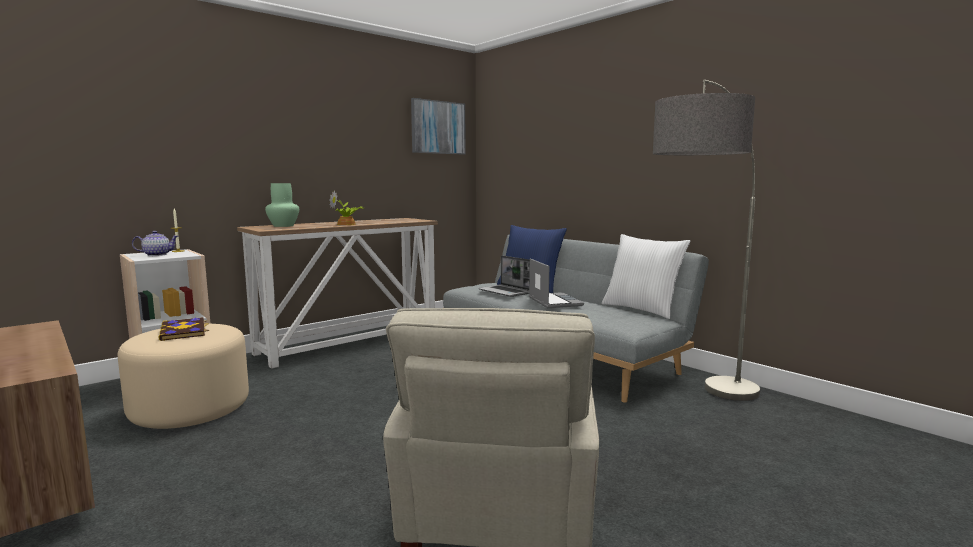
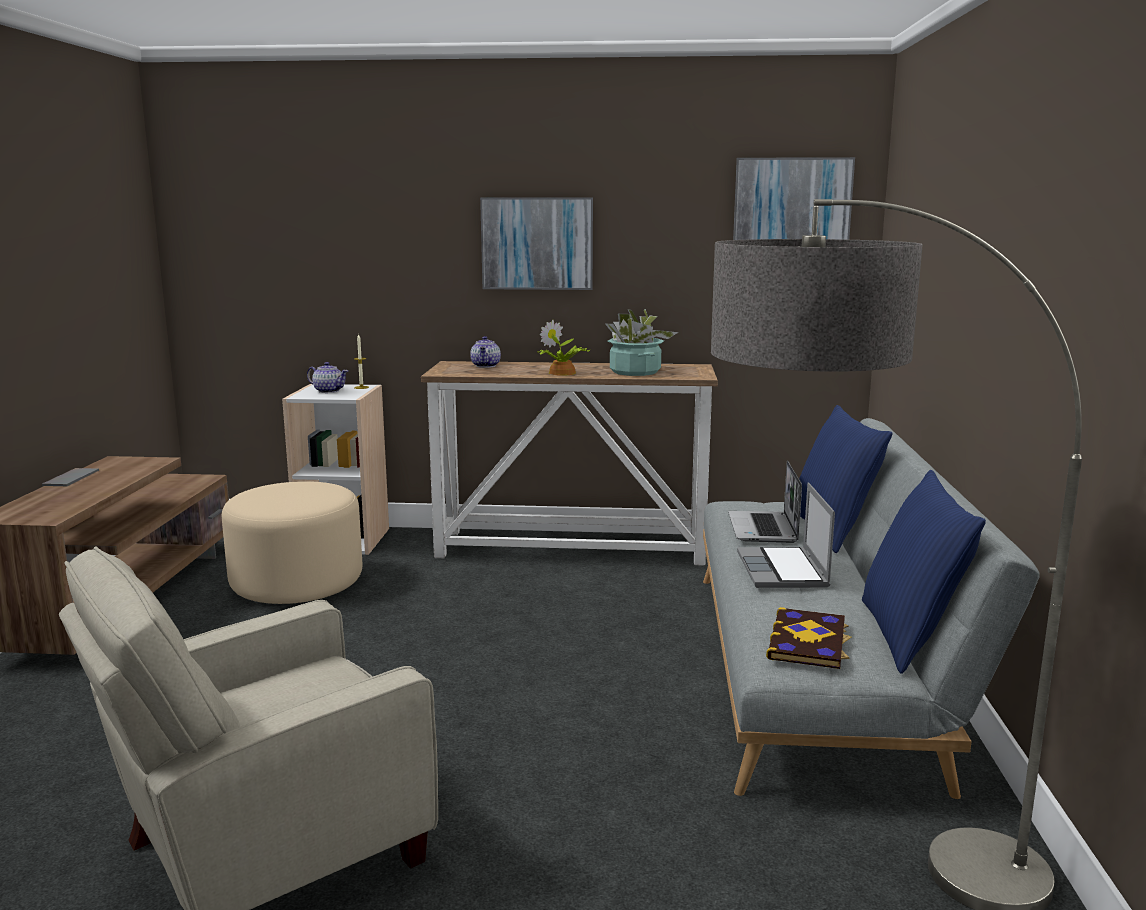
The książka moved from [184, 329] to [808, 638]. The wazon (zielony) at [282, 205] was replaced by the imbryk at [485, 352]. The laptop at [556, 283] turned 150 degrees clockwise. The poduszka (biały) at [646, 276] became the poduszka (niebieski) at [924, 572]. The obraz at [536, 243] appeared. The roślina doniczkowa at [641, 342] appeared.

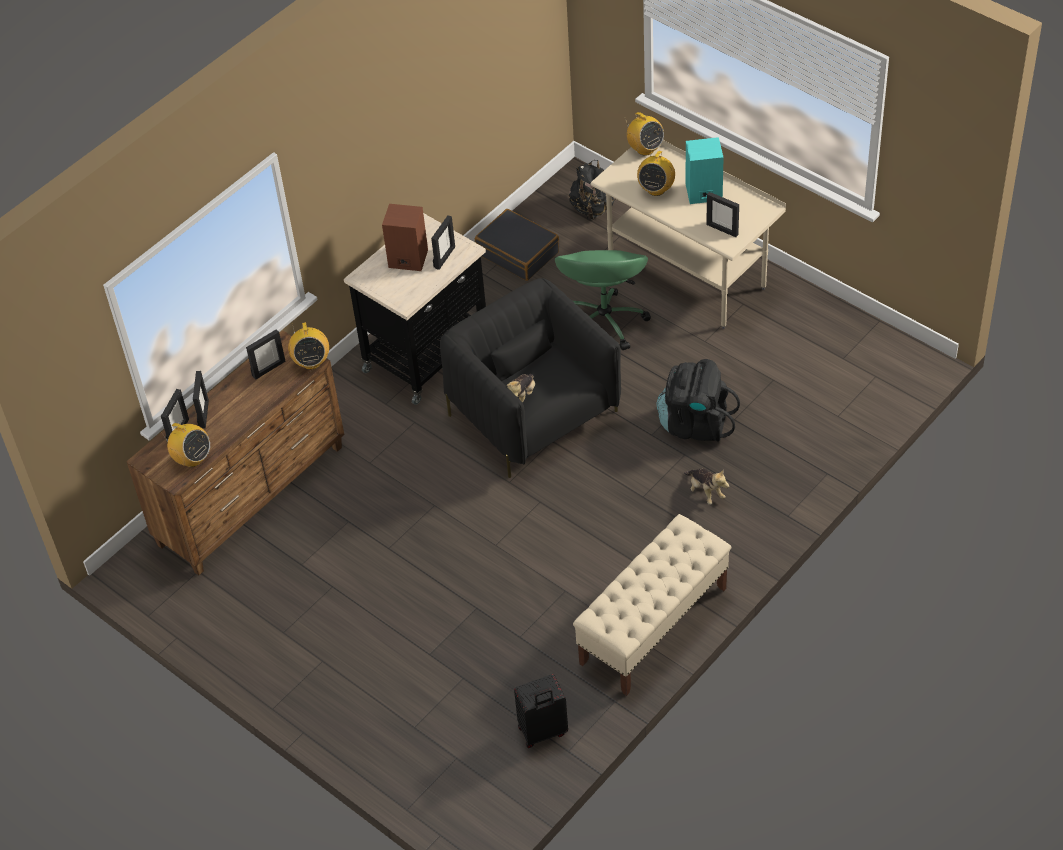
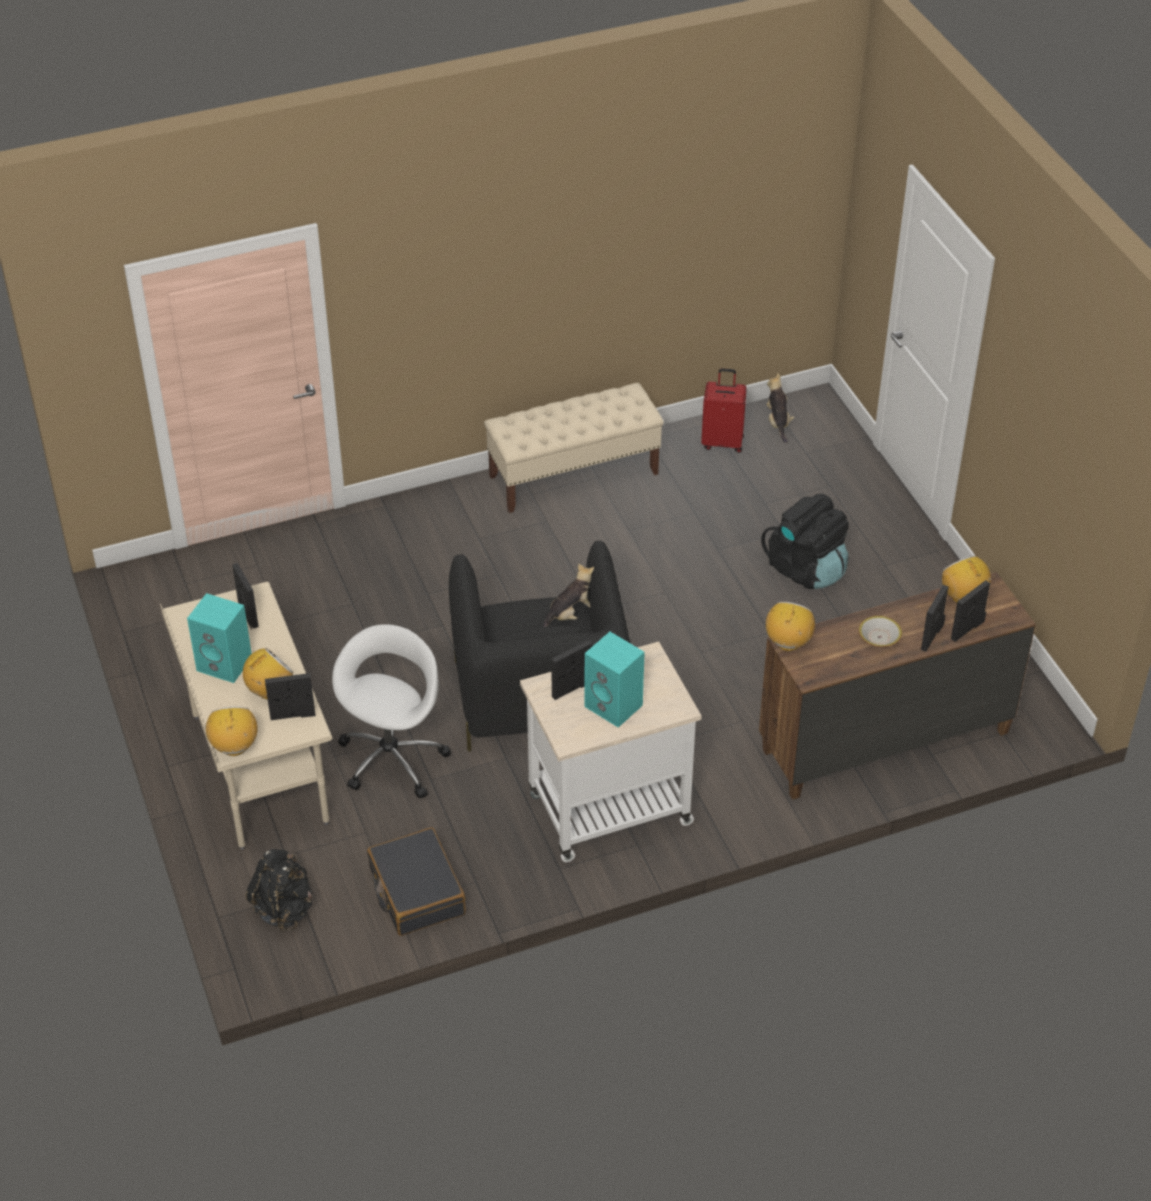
The ramka na zdjęcie moved from [266, 354] to [290, 696]. The wózek (czarny) at [415, 309] became the wózek (biały) at [610, 751]. The głośnik (brązowy) at [405, 237] became the głośnik (turkusowy) at [614, 680]. The walizka (czarny) at [541, 711] became the walizka (czerwony) at [724, 410]. The krzesło biurowe (zielony) at [603, 300] became the krzesło biurowe (biały) at [391, 711]. The plecak (czarny) moved from [698, 400] to [805, 541]. The pluszak moved from [706, 487] to [780, 408]. The miska at [880, 631] appeared.

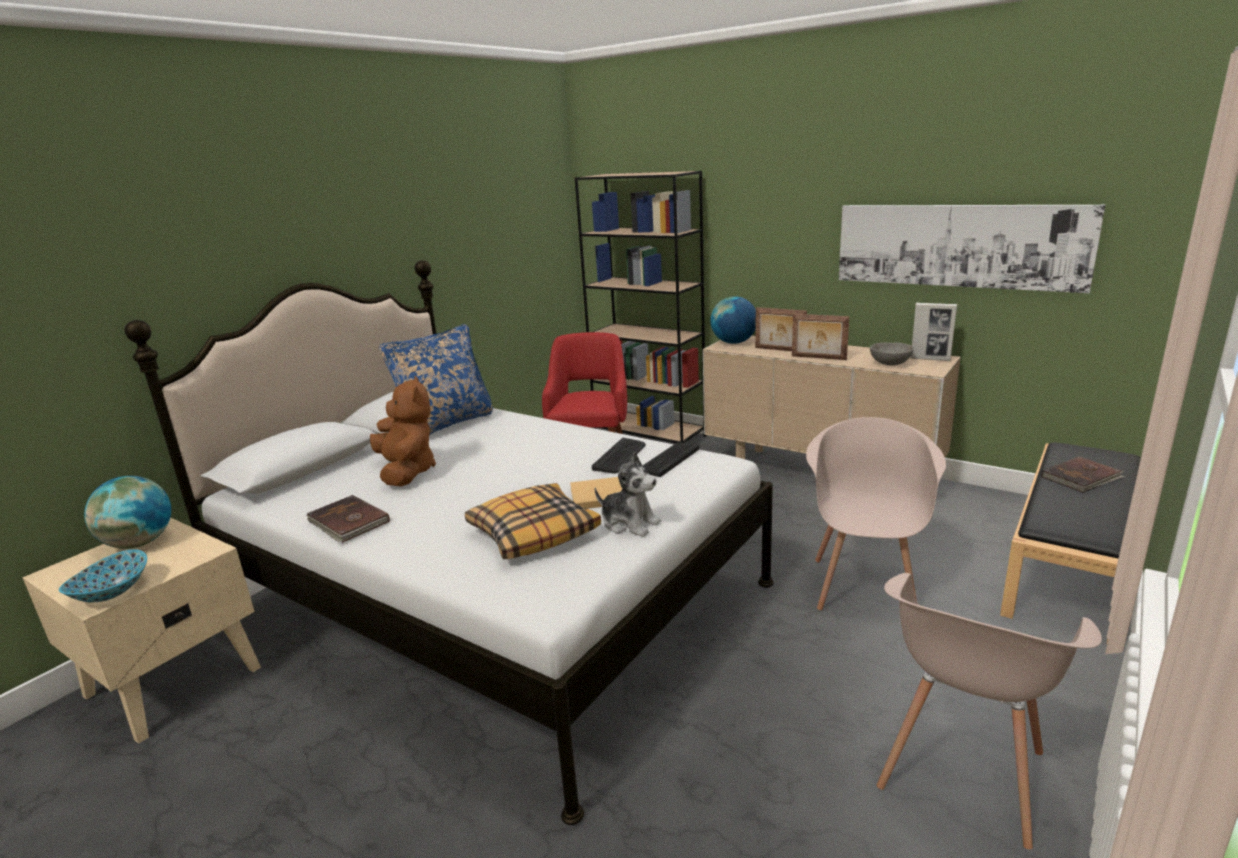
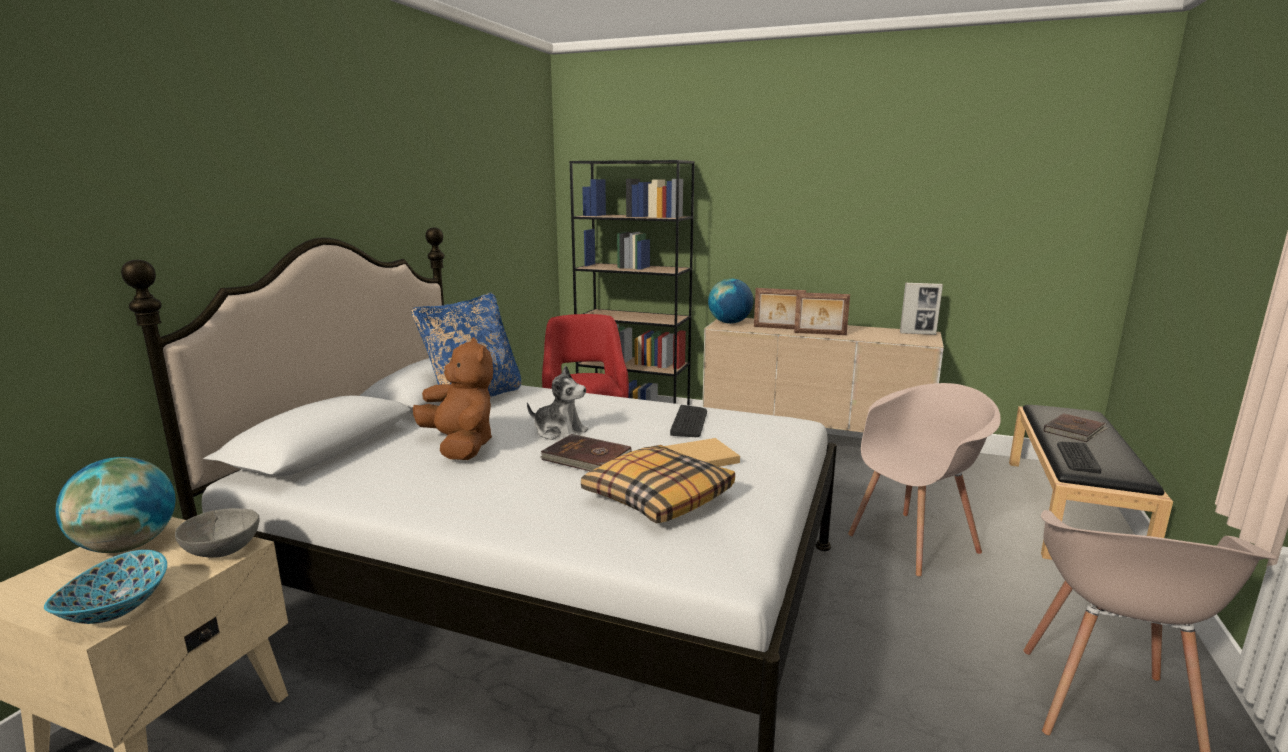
The książka (brązowy) moved from [348, 518] to [586, 452]. The pluszak moved from [628, 494] to [557, 403]. The klawiatura moved from [670, 460] to [1079, 458]. The krzesło (beżowy) at [876, 513] turned 60 degrees clockwise. The obraz at [972, 249] disappeared. The miska (szary) moved from [892, 354] to [217, 533].

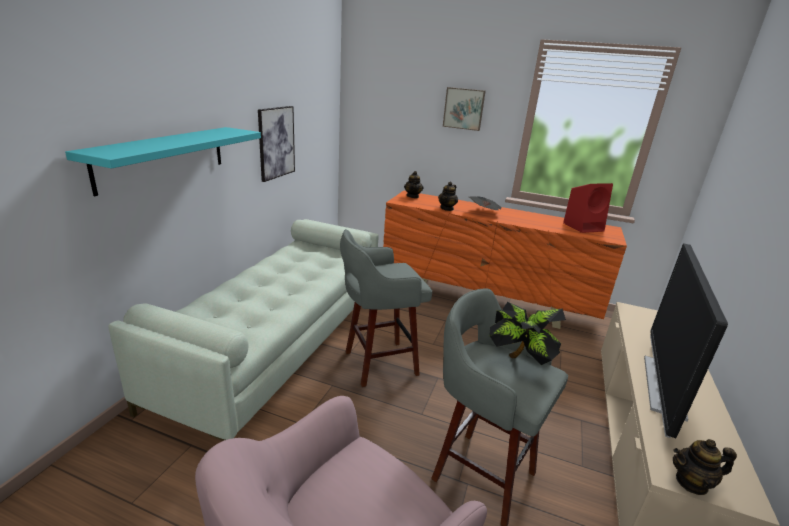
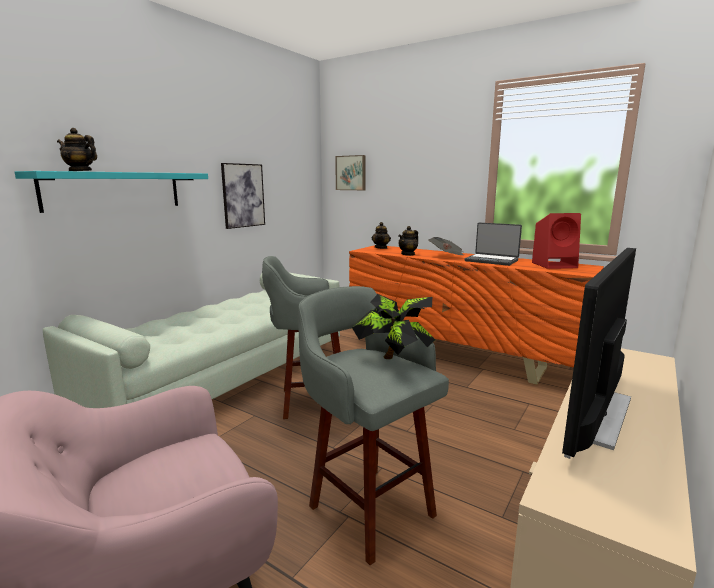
The obraz moved from [464, 109] to [350, 172]. The imbryk moved from [705, 467] to [77, 149]. The laptop at [493, 244] appeared.

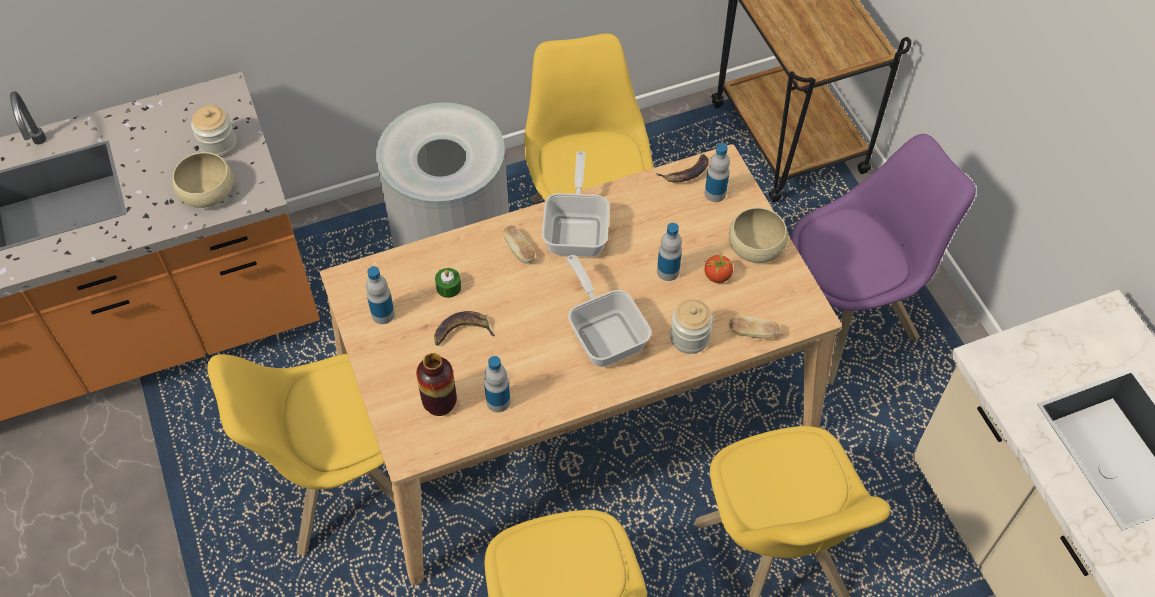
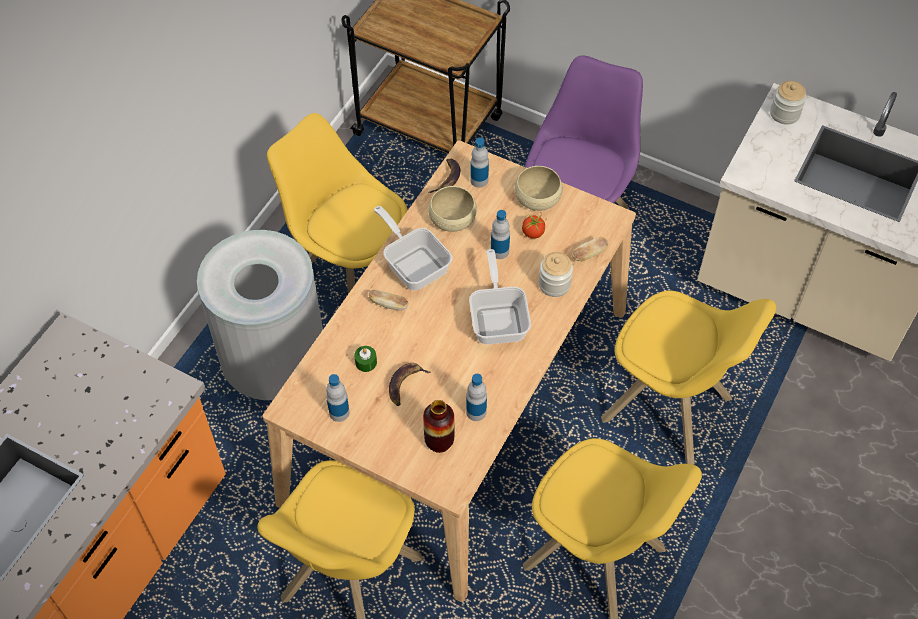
The miska (beżowy) moved from [203, 180] to [452, 209]. The słoik moved from [213, 131] to [788, 103]. The patelnia at [608, 311] turned 60 degrees clockwise.

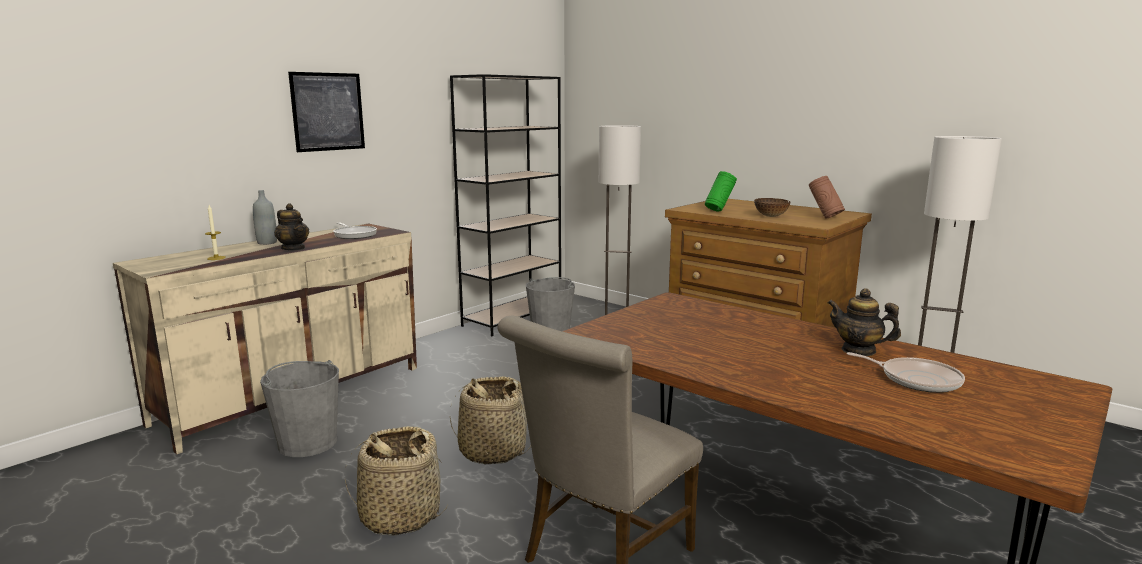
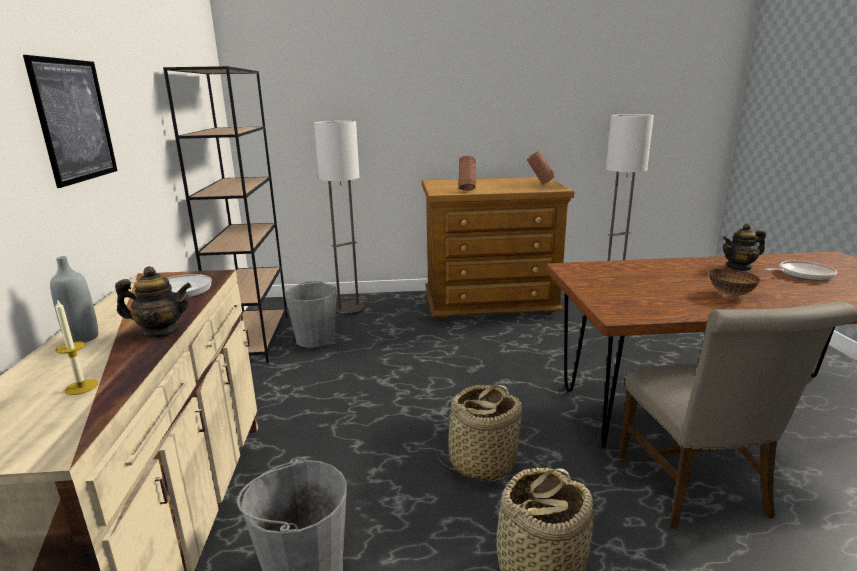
The wazon (zielony) at [721, 191] became the wazon (brązowy) at [467, 173]. The miska moved from [772, 207] to [734, 282].

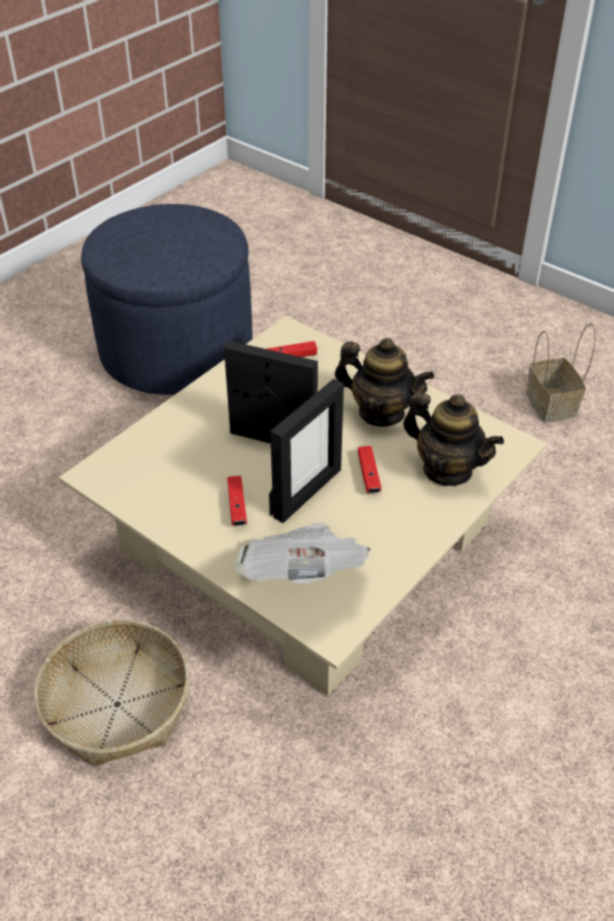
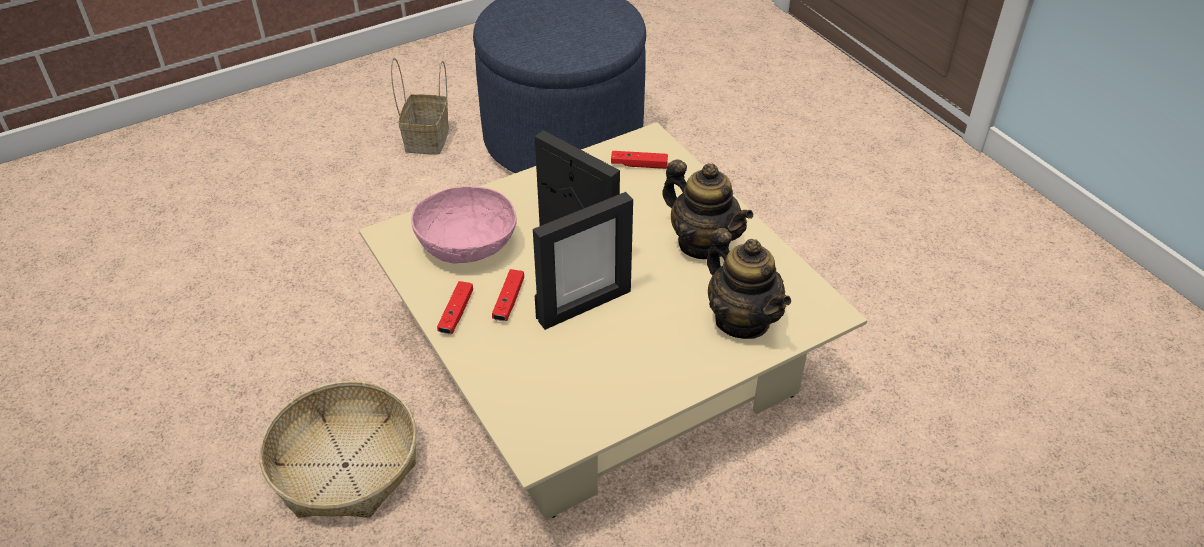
The gazeta at [302, 554] disappeared. The pad do gier (czerwony) moved from [369, 470] to [455, 307]. The koszyk moved from [561, 372] to [420, 106]. The miska (różowy) at [464, 225] appeared.

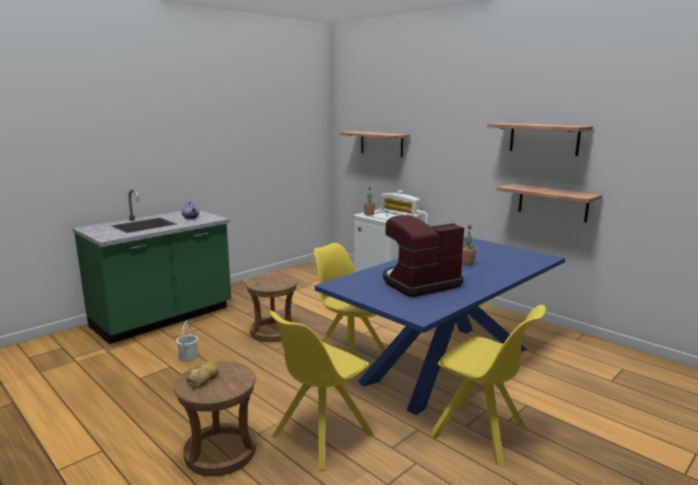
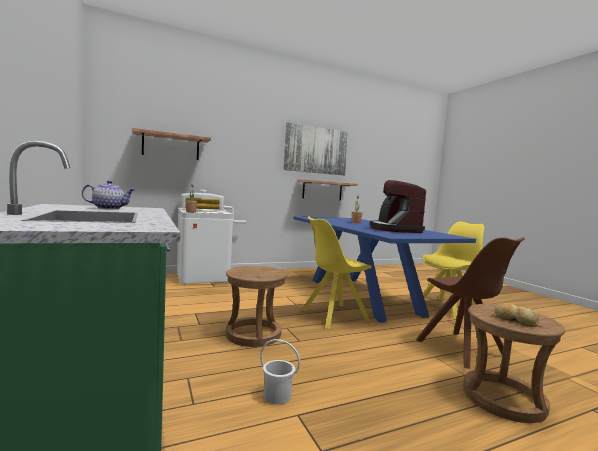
The krzesło (żółty) at [322, 390] became the krzesło (brązowy) at [470, 303]. The półka at [540, 139] was replaced by the obraz at [315, 149].

